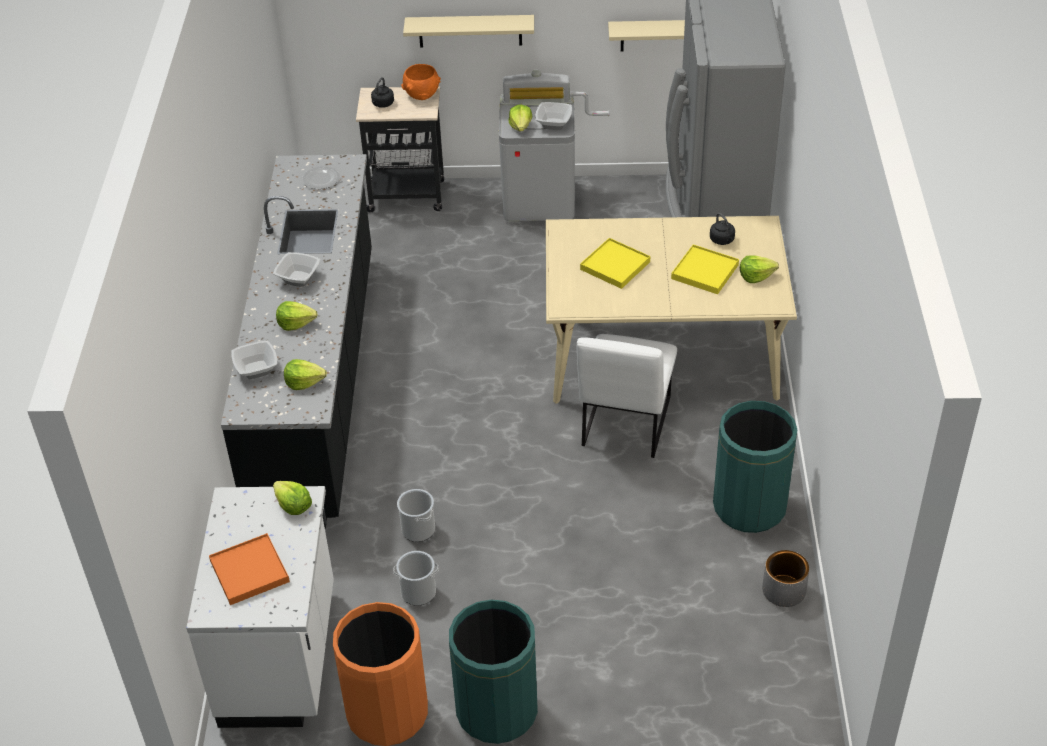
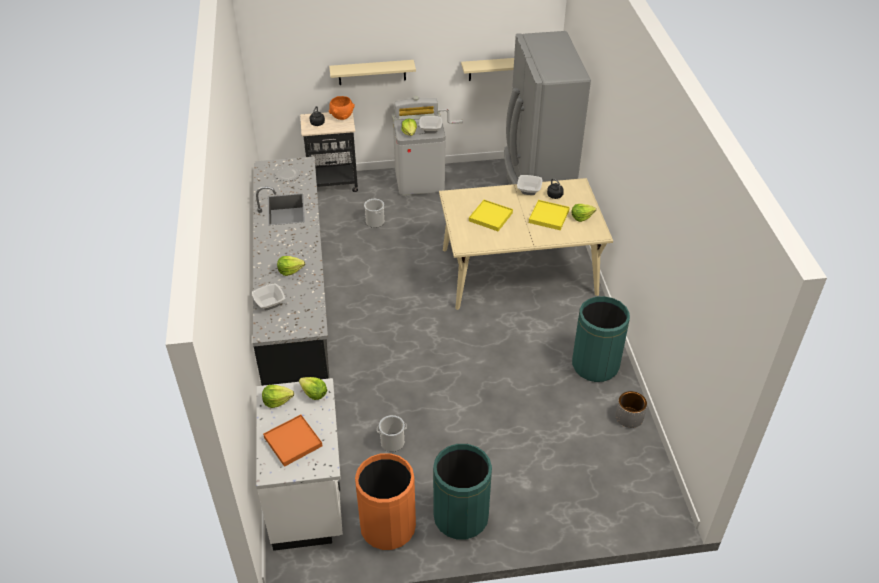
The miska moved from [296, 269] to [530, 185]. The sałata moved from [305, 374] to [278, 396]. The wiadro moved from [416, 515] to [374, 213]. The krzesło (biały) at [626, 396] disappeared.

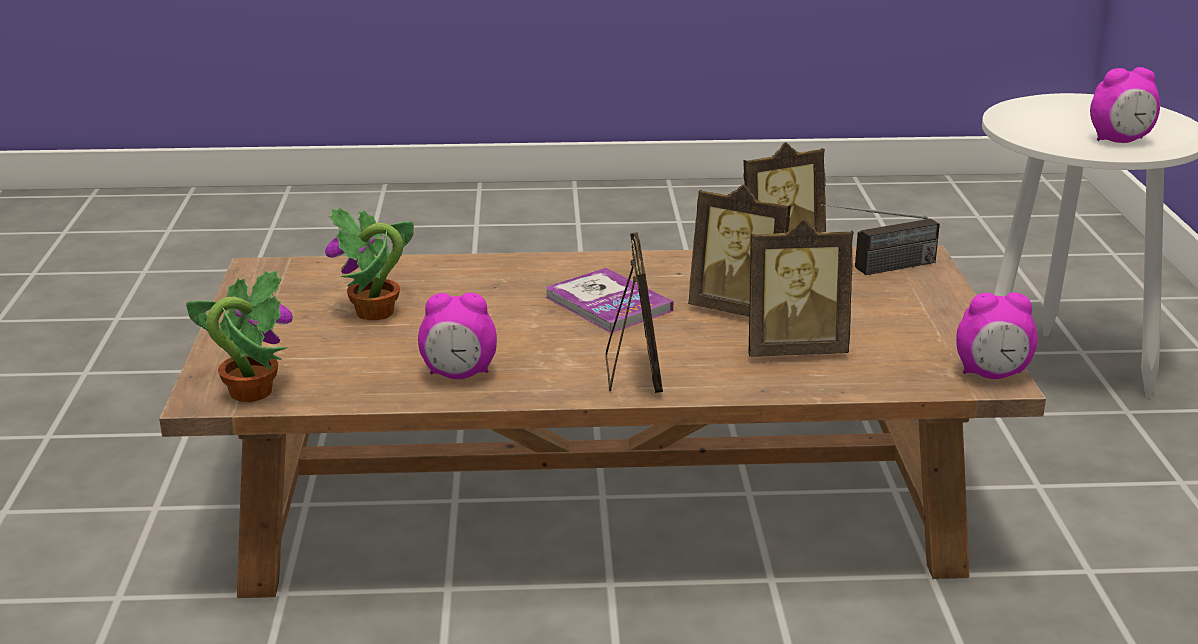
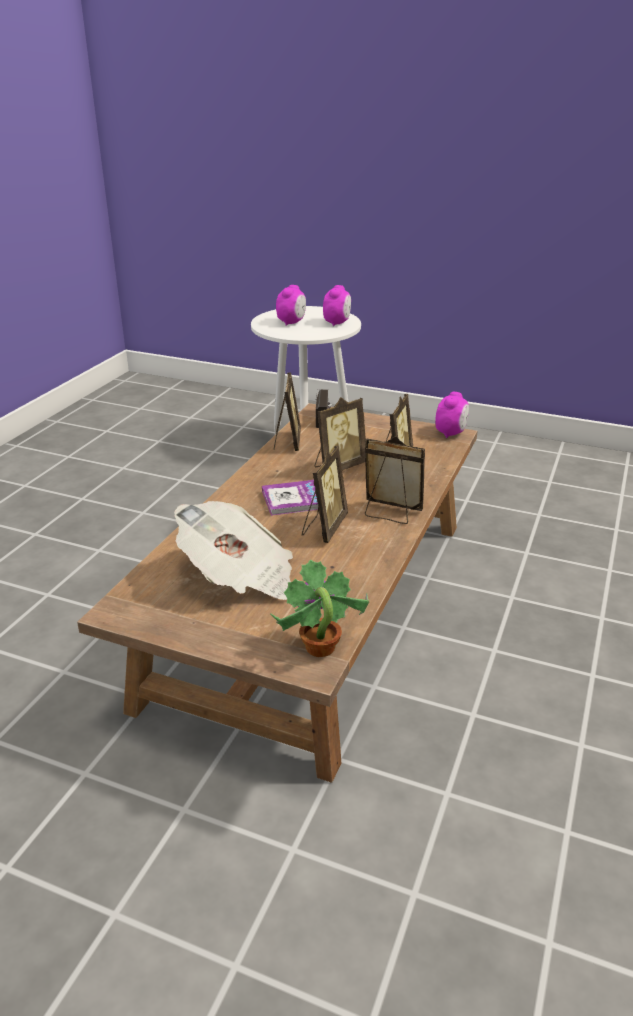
The roślina doniczkowa at [369, 263] was replaced by the gazeta at [233, 550]. The budzik moved from [457, 336] to [291, 305]. The ramka na zdjęcie at [325, 494] appeared.

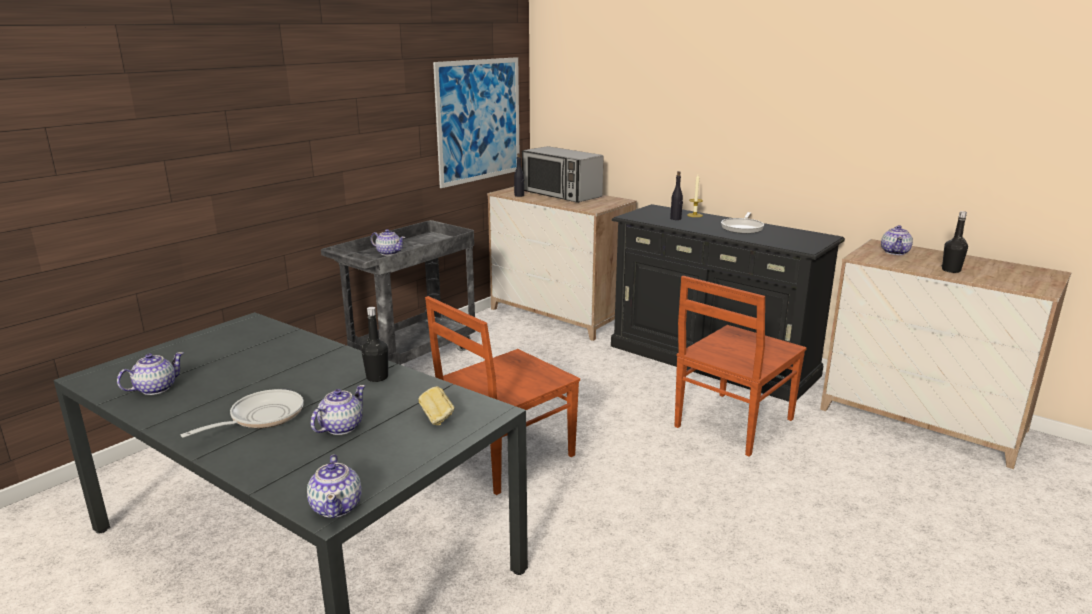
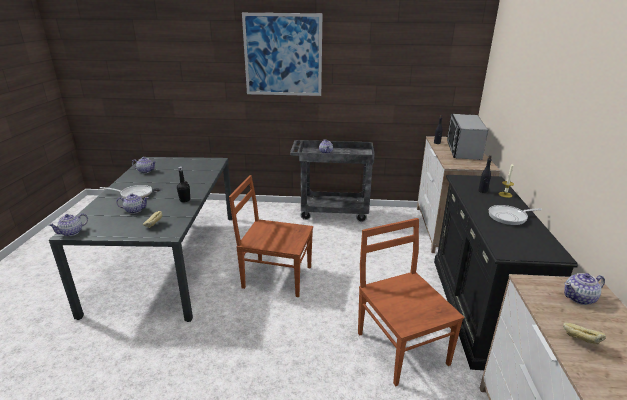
The obraz moved from [476, 122] to [282, 54]. The krzesło (brązowy) at [740, 366] turned 60 degrees clockwise. The butelka (czarny) at [955, 242] was replaced by the chleb at [584, 333].

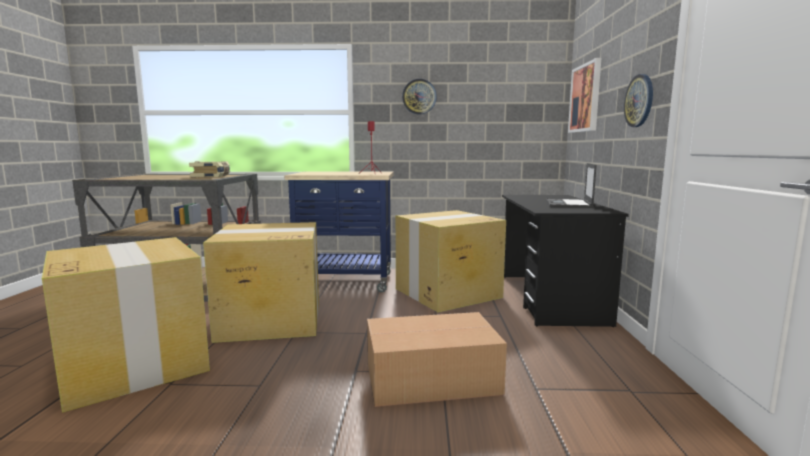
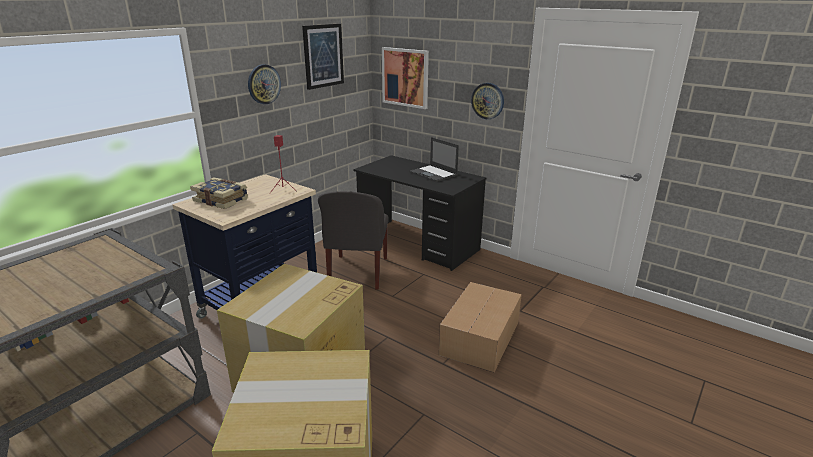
The książka moved from [209, 169] to [219, 193]. The karton at [451, 261] was replaced by the krzesło (szary) at [353, 240]. The obraz at [323, 56] appeared.

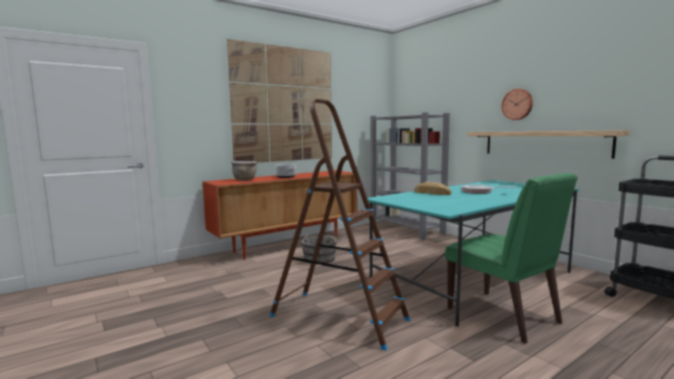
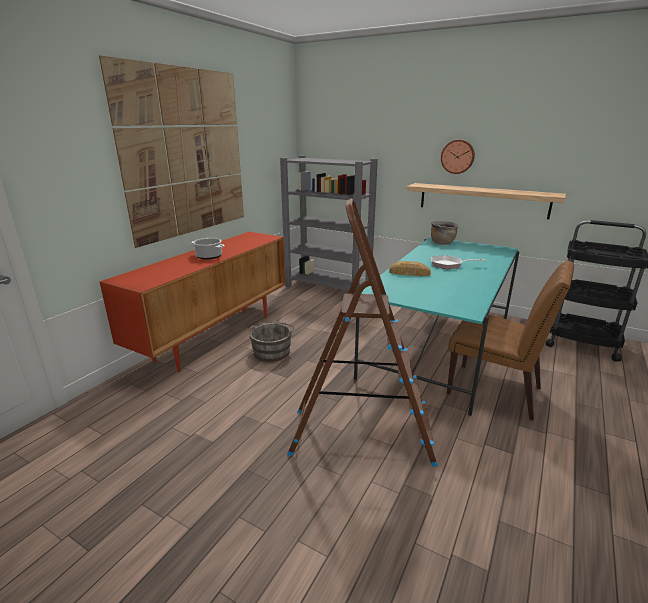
The garnek (brązowy) moved from [244, 171] to [445, 233]. The krzesło (zielony) at [511, 258] became the krzesło (brązowy) at [510, 340].

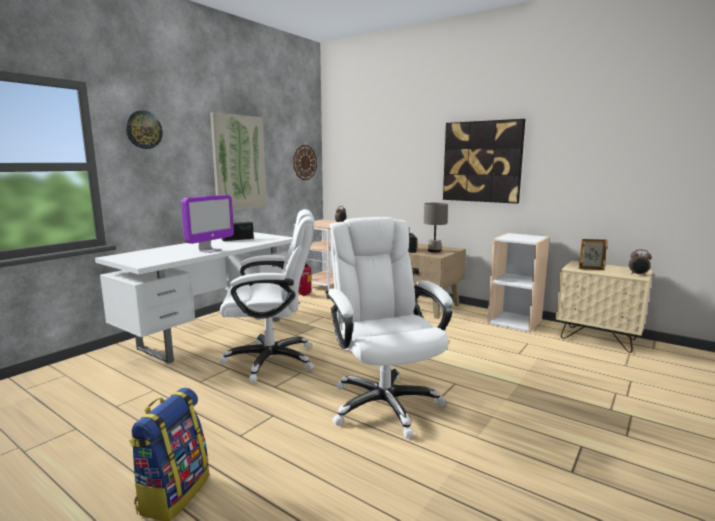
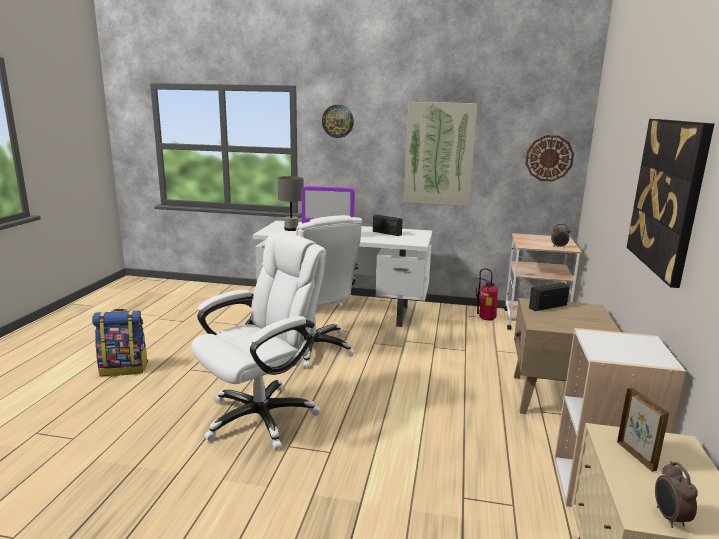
The lampa stołowa (szary) moved from [436, 228] to [291, 203].

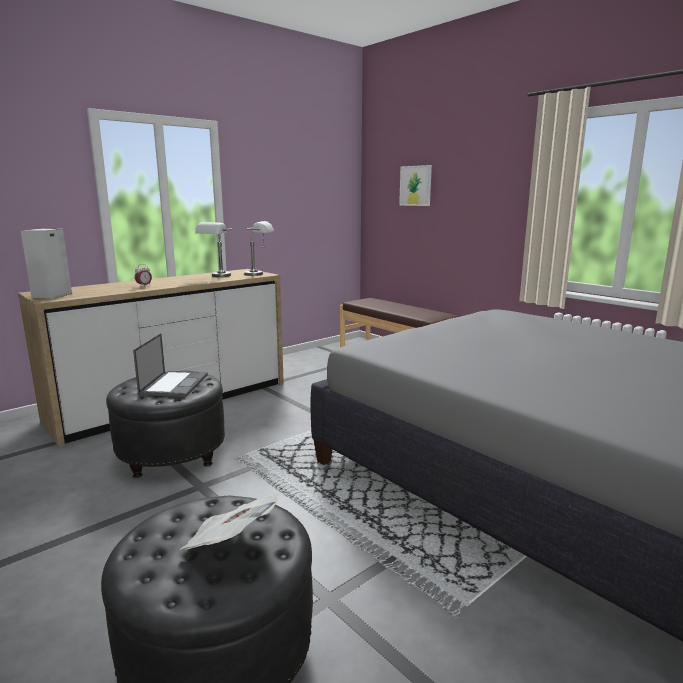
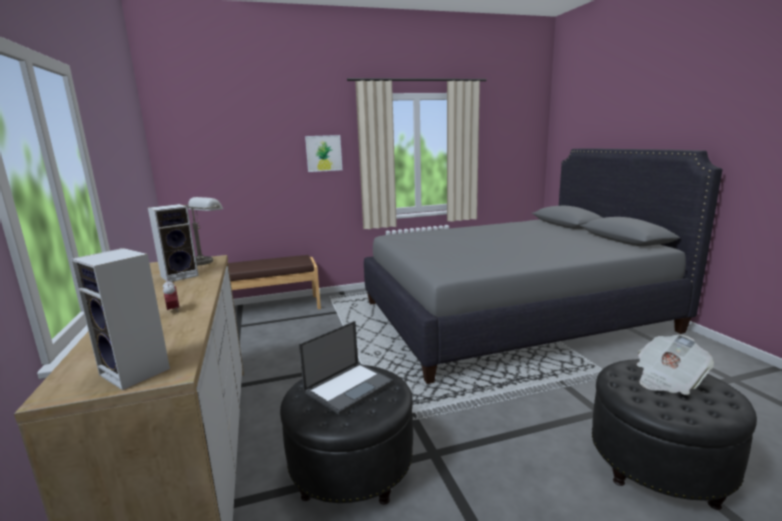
The laptop at [170, 365] turned 105 degrees clockwise. The lampa stołowa (szary) at [213, 249] was replaced by the głośnik at [173, 243]. The obraz moved from [415, 185] to [323, 153].

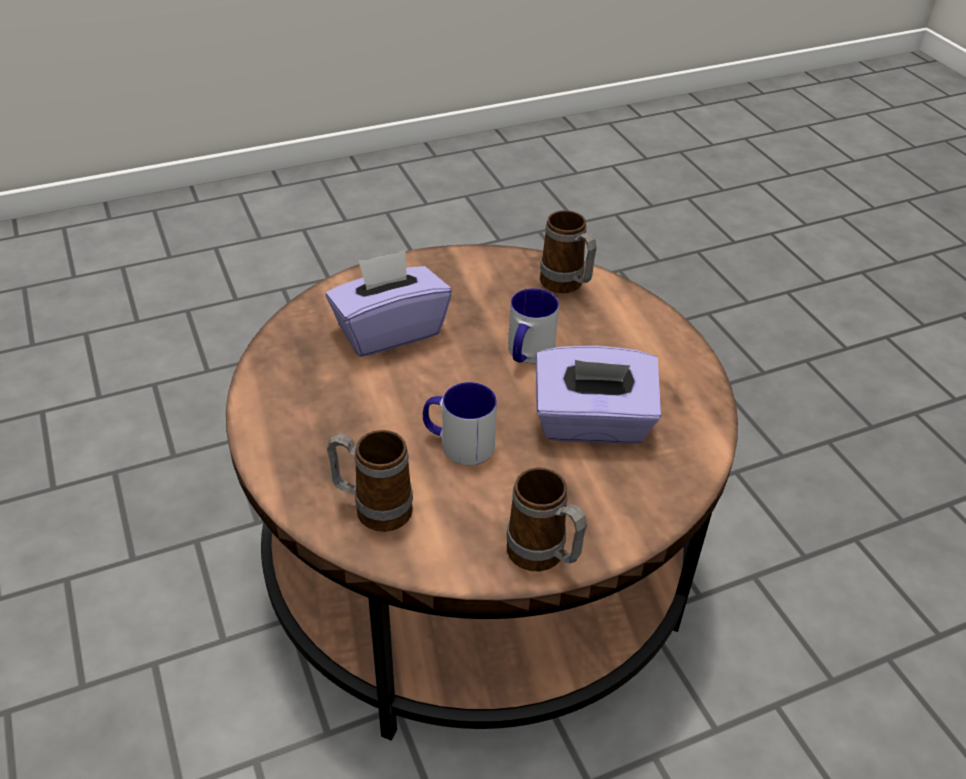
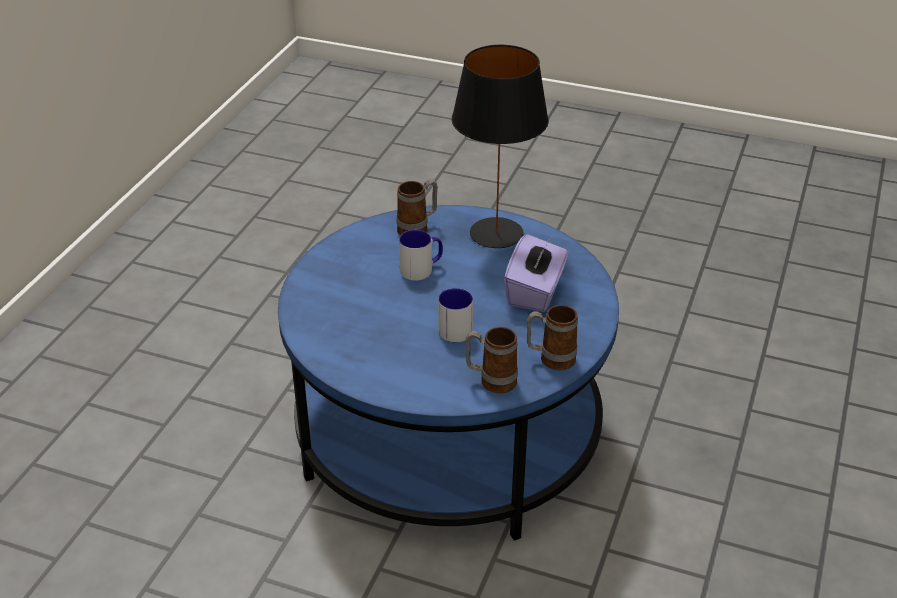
The ława (brązowy) at [482, 492] became the ława (niebieski) at [448, 373]. The kubek moved from [547, 519] to [552, 337]. The pudełko chusteczek (fioletowy) at [598, 395] disappeared. The lampa stołowa (czarny) at [500, 146] appeared.

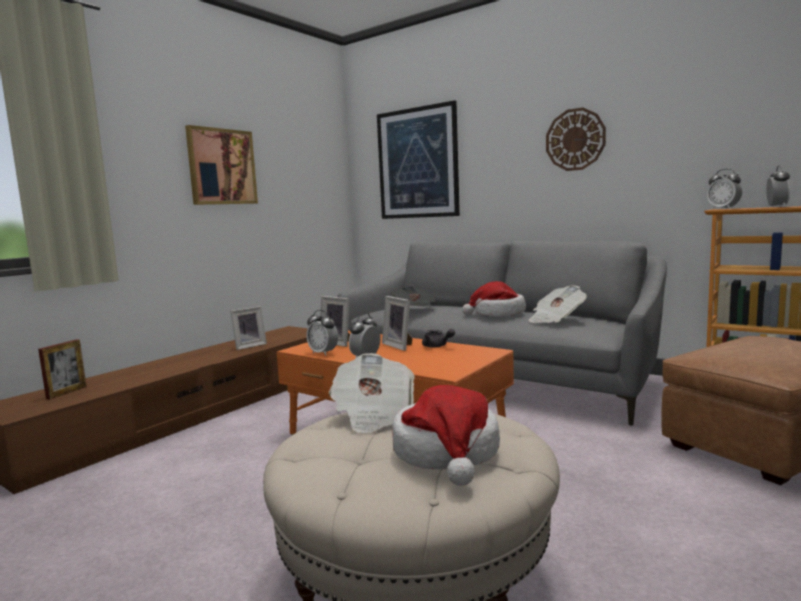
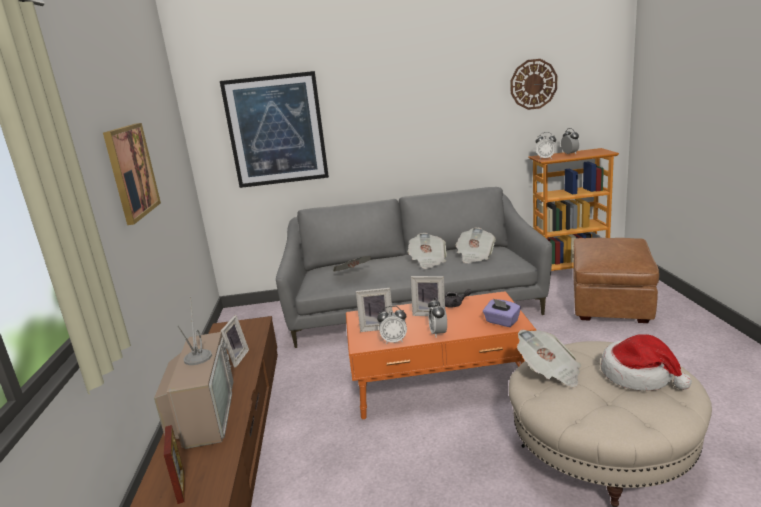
The kapelusz at [494, 298] was replaced by the gazeta at [427, 251]. The zegar ścienny moved from [576, 139] to [533, 84]. The telewizor at [193, 372] appeared. The pudełko chusteczek (fioletowy) at [502, 313] appeared.

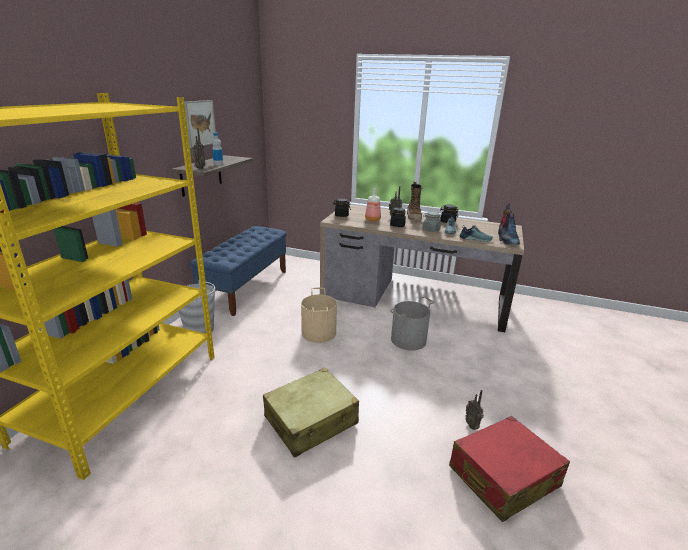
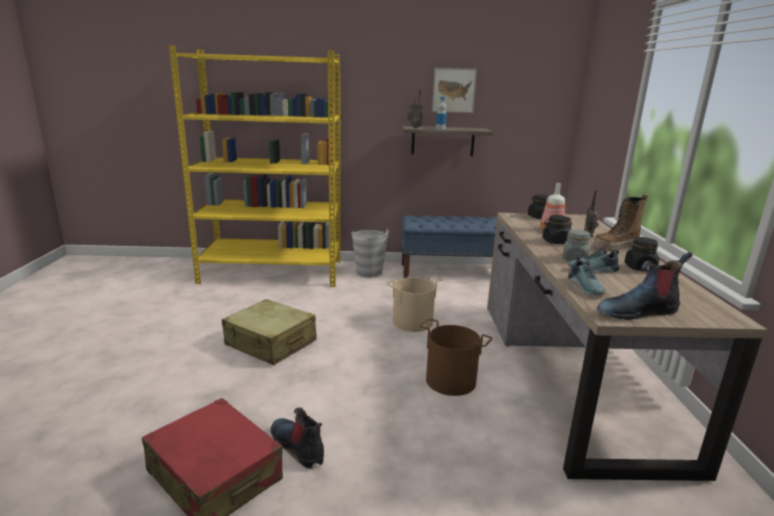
The wiadro (szary) at [412, 324] became the wiadro (brązowy) at [456, 357]. The radio at [474, 410] was replaced by the but z cholewką at [297, 438].

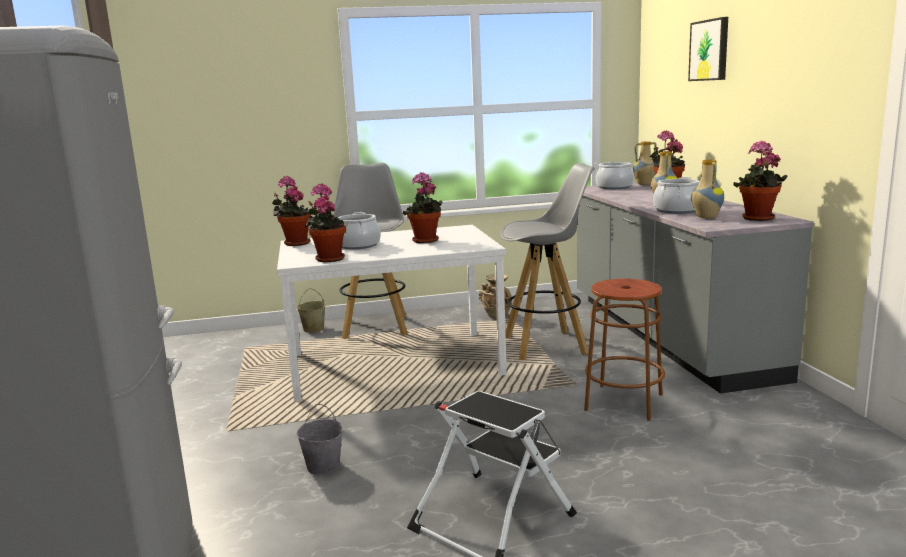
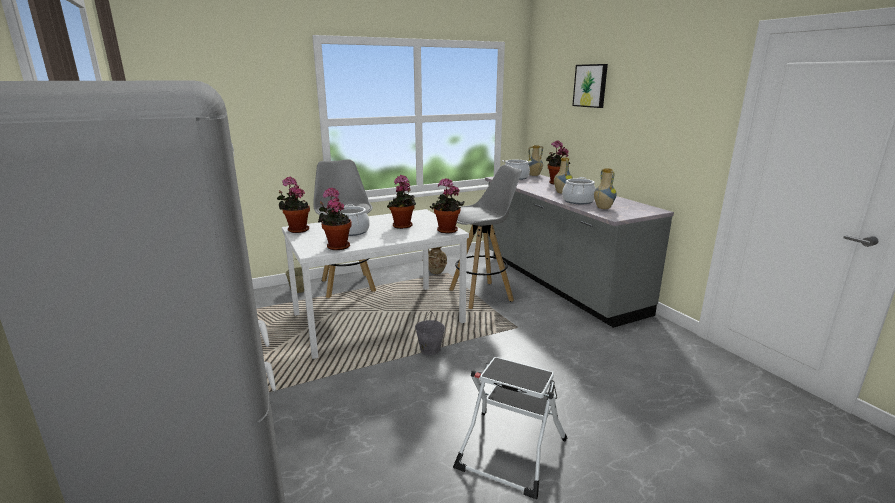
The wiadro (szary) moved from [319, 439] to [430, 333]. The stołek (brązowy) at [624, 350] disappeared. The roślina doniczkowa moved from [760, 181] to [447, 205].

